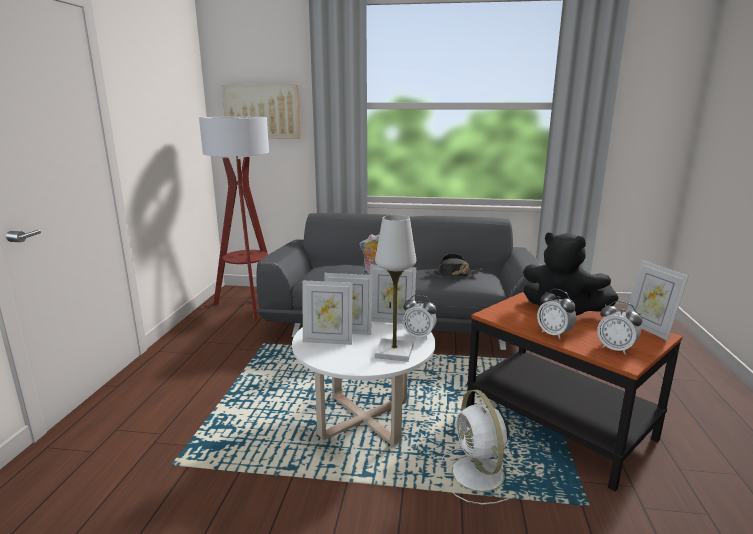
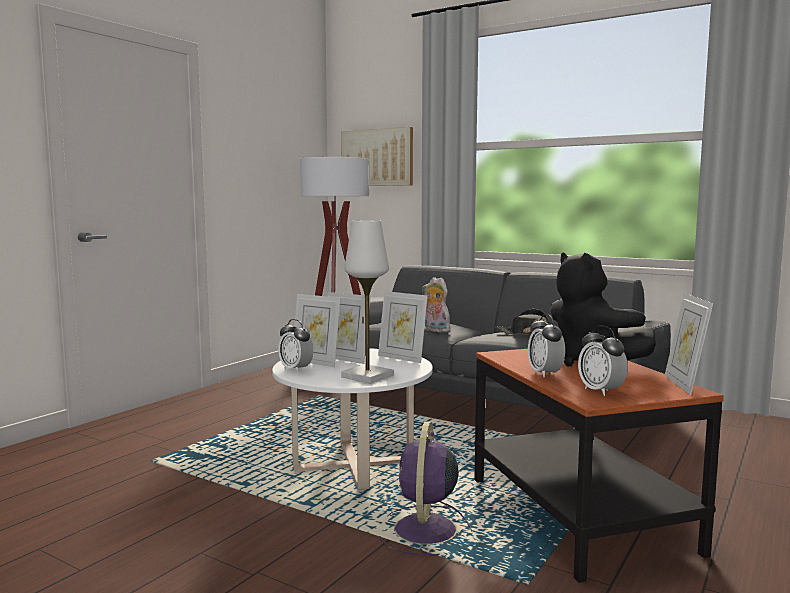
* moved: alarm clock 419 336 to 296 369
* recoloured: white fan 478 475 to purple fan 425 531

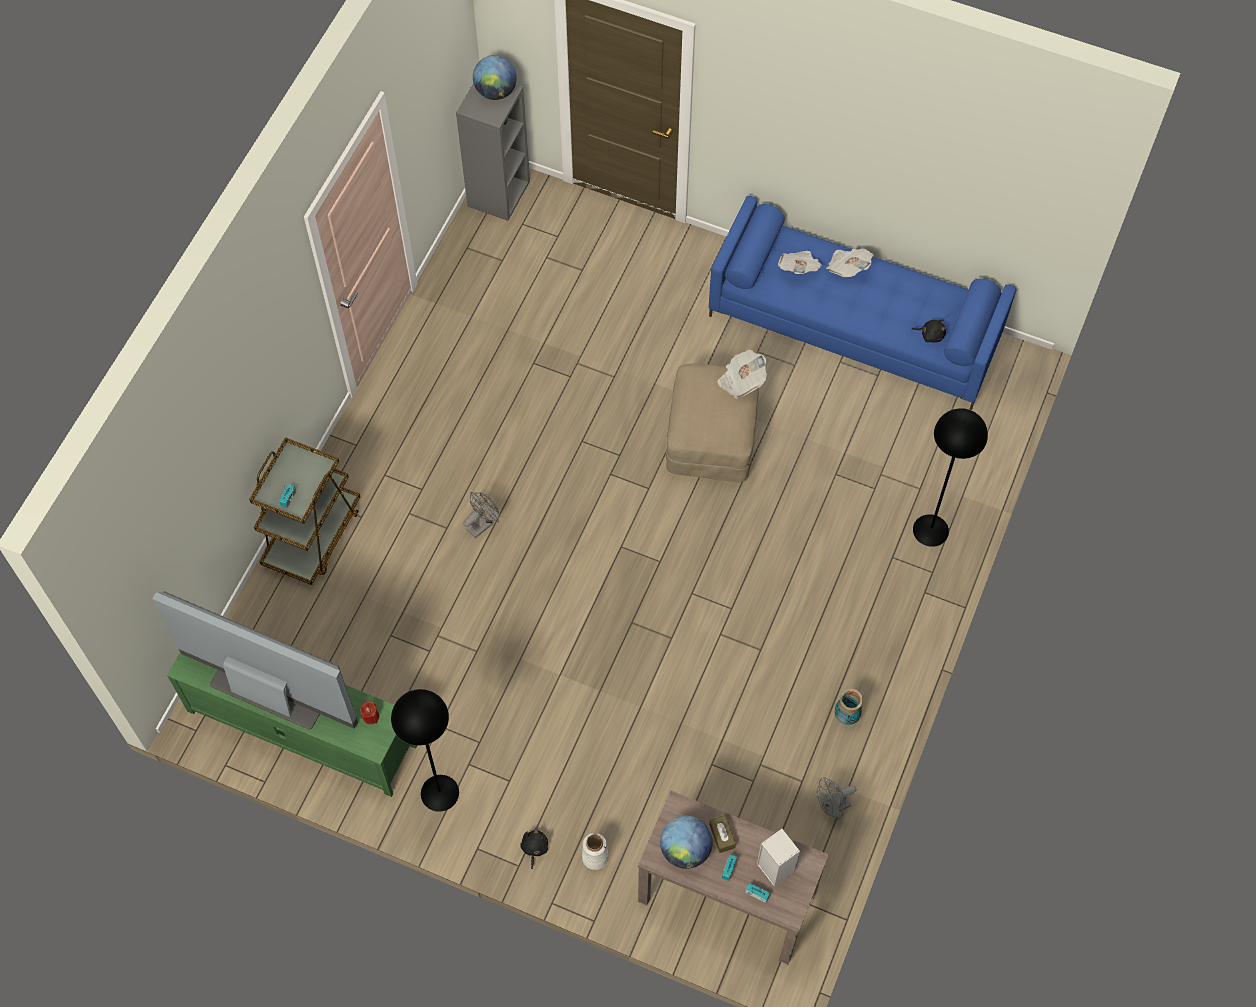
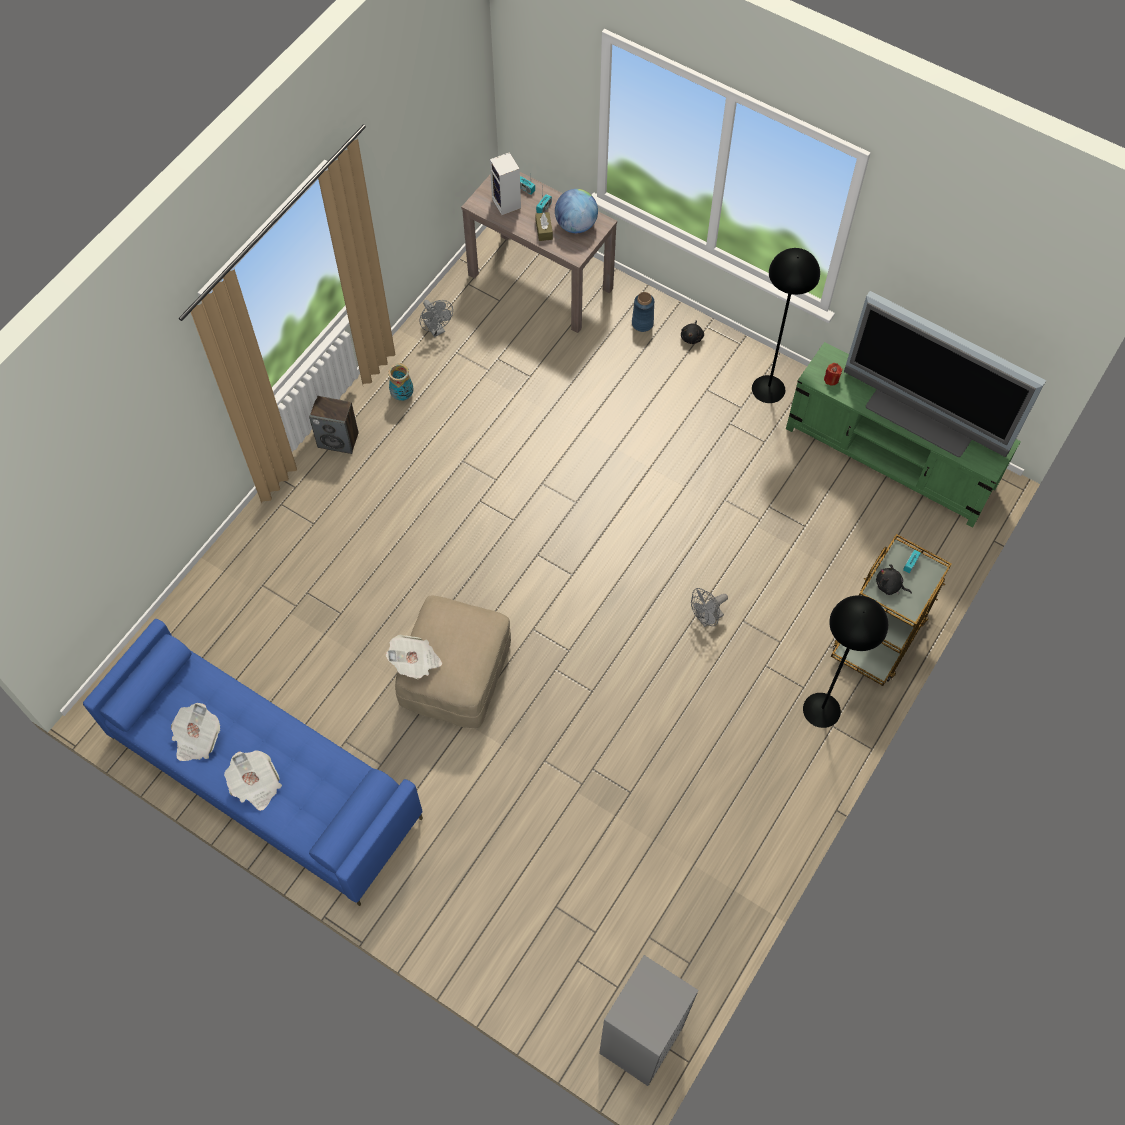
* removed: globe 496 91
* recoloured: white vase 595 857 to blue vase 642 323
* moved: newspaper 799 268 to 196 739
* turned: grey fan 832 807 = 436 330 75 degrees clockwise
* moved: black plush toy 930 335 to 889 586
* moved: black floor lamp 931 530 to 821 709
* added: speaker 338 440

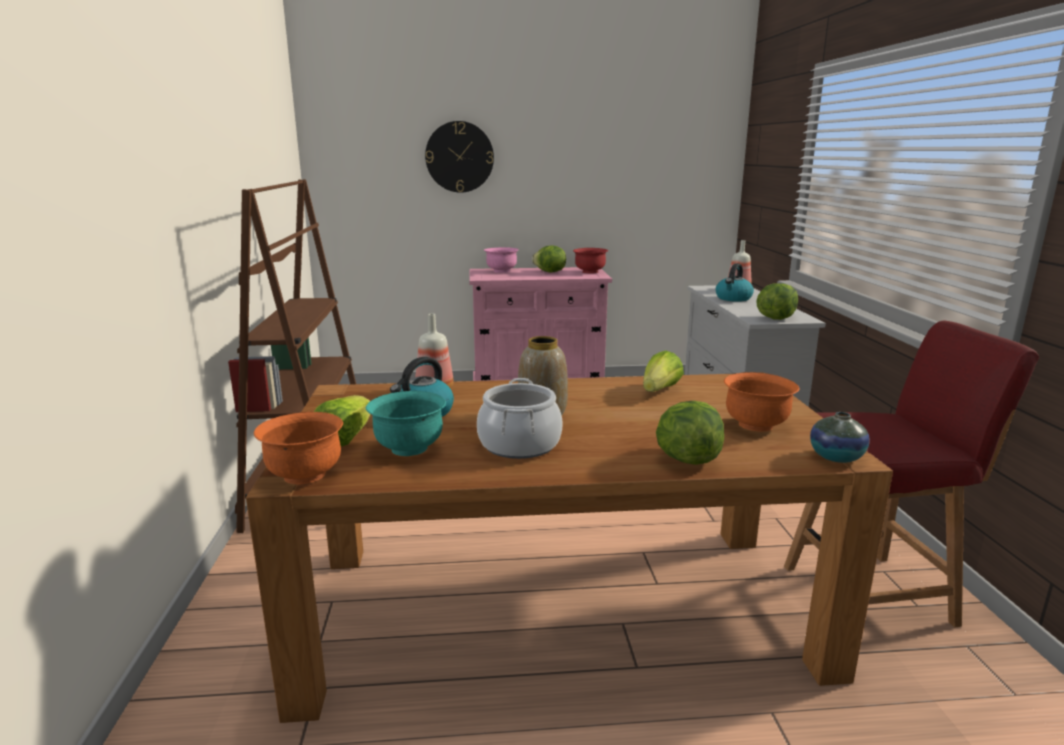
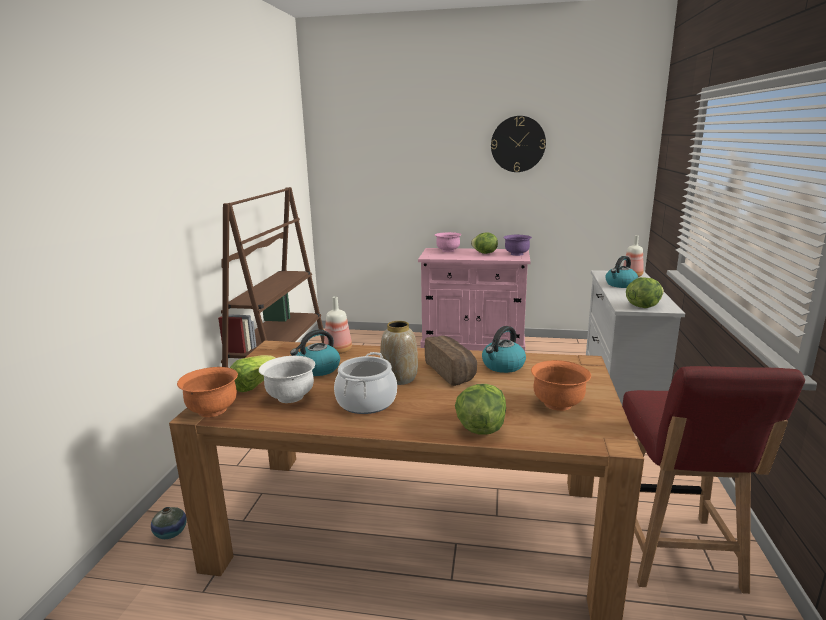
* recoloured: turquoise bowl 409 448 to white bowl 290 397
* moved: wall clock 459 157 to 518 144
* recoloured: red bowl 589 272 to purple bowl 516 254
* replaced: lettuce 660 391 to kettle 503 366
* turned: red chair 871 594 = 675 553 90 degrees clockwise
* moved: vase 836 457 to 170 533
* added: bread 452 372

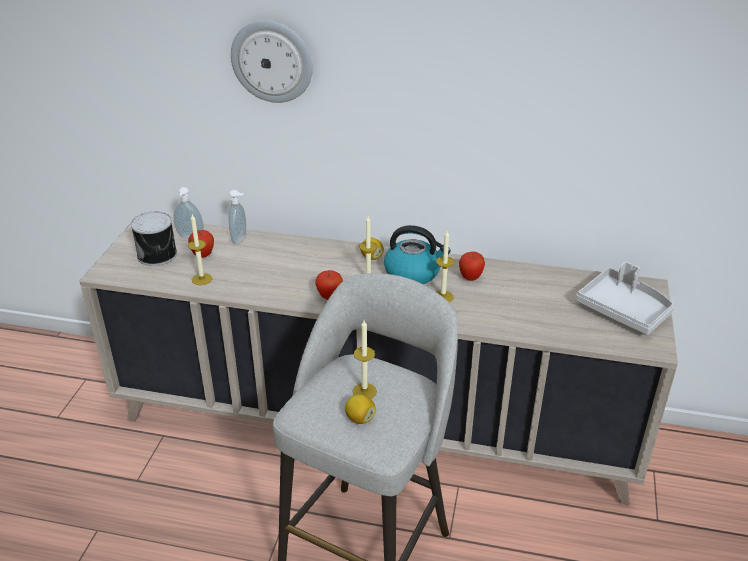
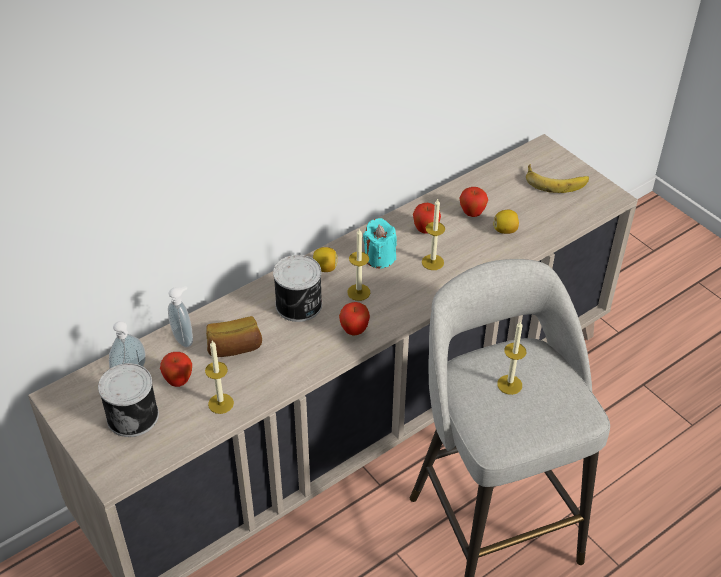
* removed: wall clock 272 61
* moved: lemon 360 418 to 505 230
* replaced: kettle 413 273 to turquoise candle 379 258
* replaced: grey tray 623 310 to banana 555 180
* added: bread 234 348
* added: can 299 305
* added: apple 472 214

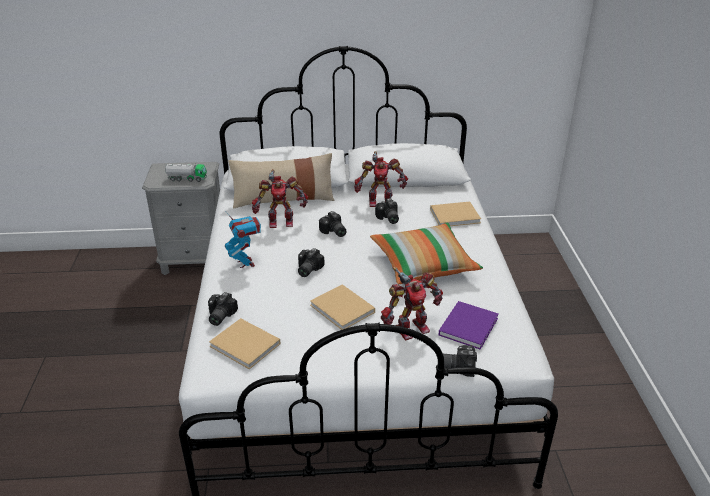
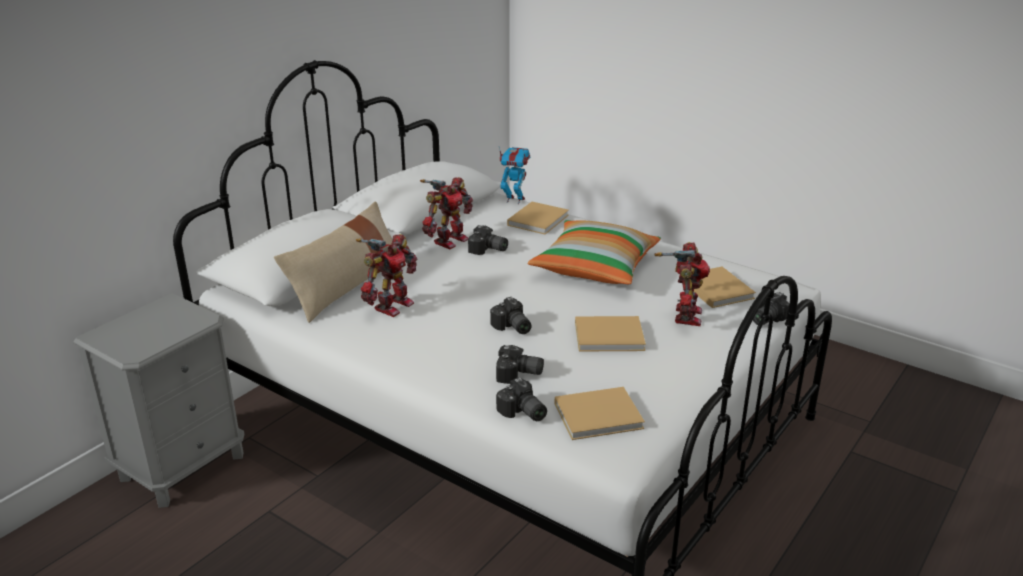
* removed: toy truck 186 179
* moved: toy robot 246 263 to 514 200
* moved: photo camera 333 232 to 519 375
* recoloured: purple book 469 325 to beige book 715 288

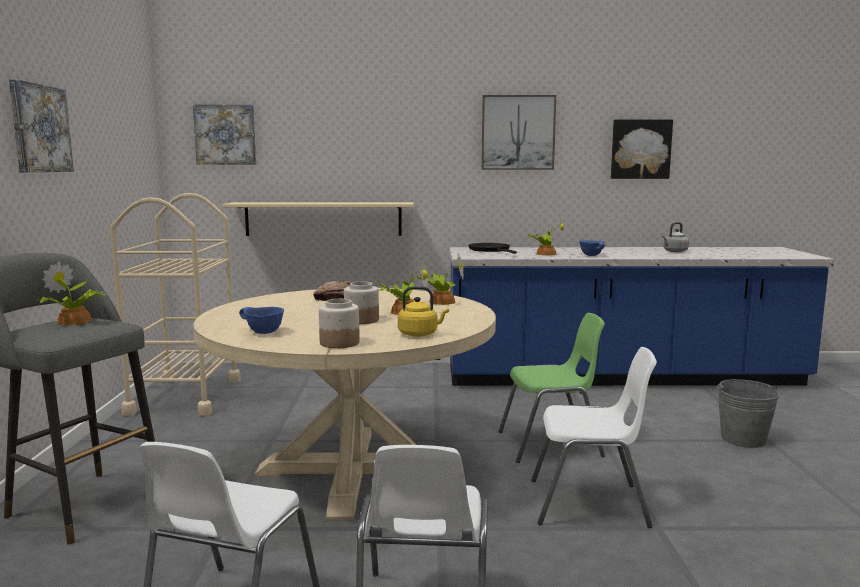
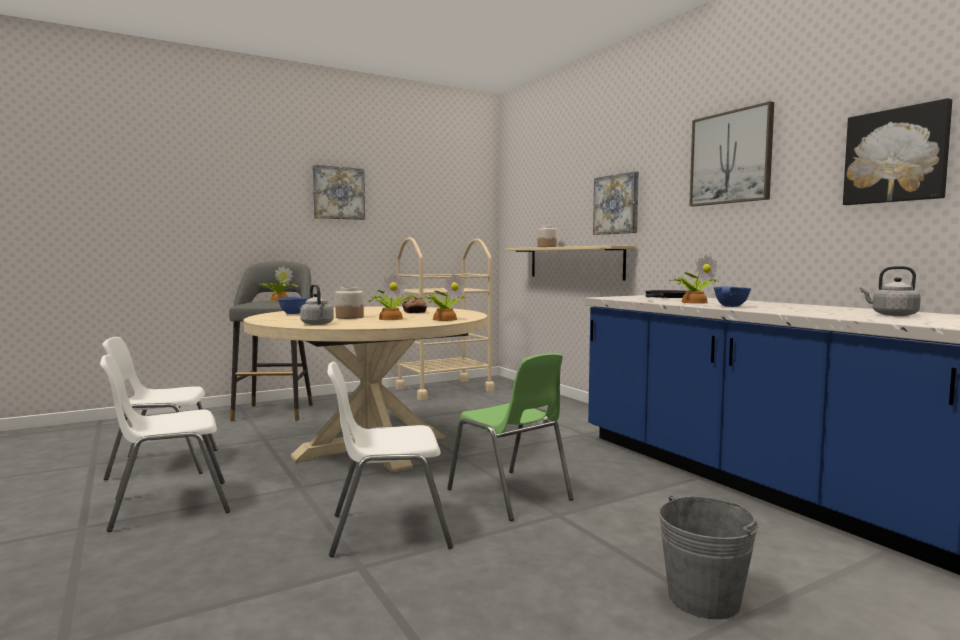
* moved: picture 225 135 to 616 204
* moved: jar 339 343 to 546 247
* recoloured: yellow kettle 420 334 to grey kettle 318 324
* turned: white chair 590 504 = 387 530 105 degrees clockwise

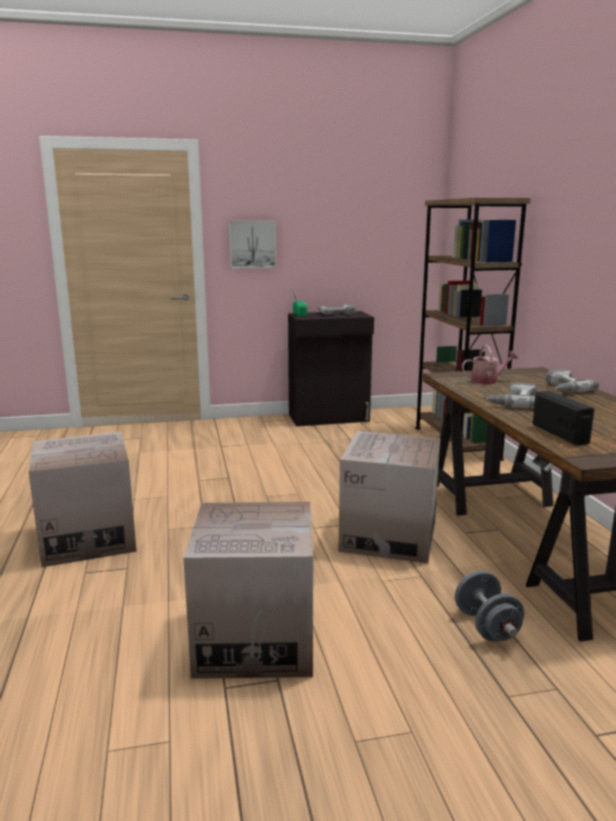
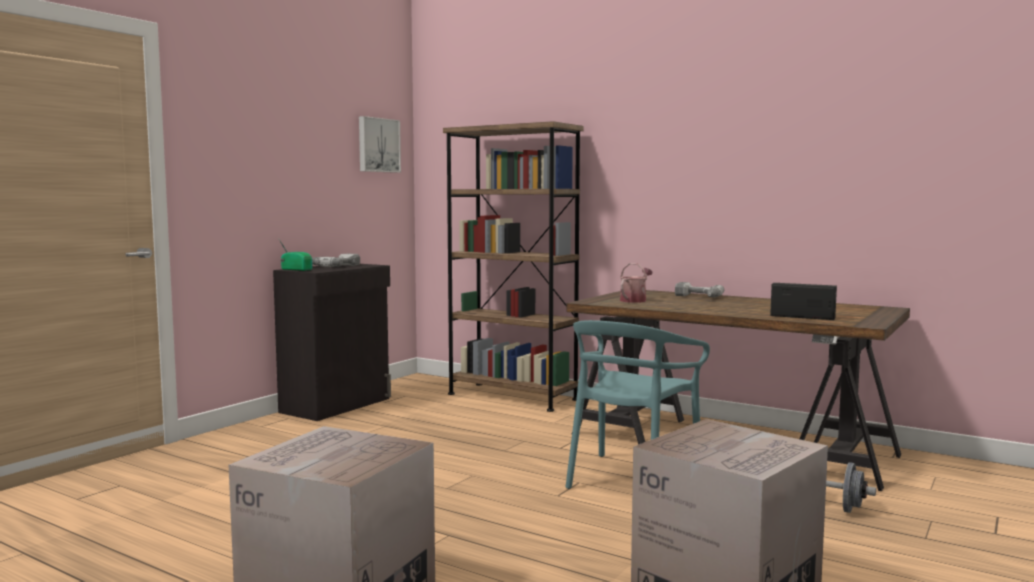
* moved: picture 252 244 to 378 145
* replaced: cardboard box 388 536 to turquoise chair 631 478
* removed: power drill 513 402

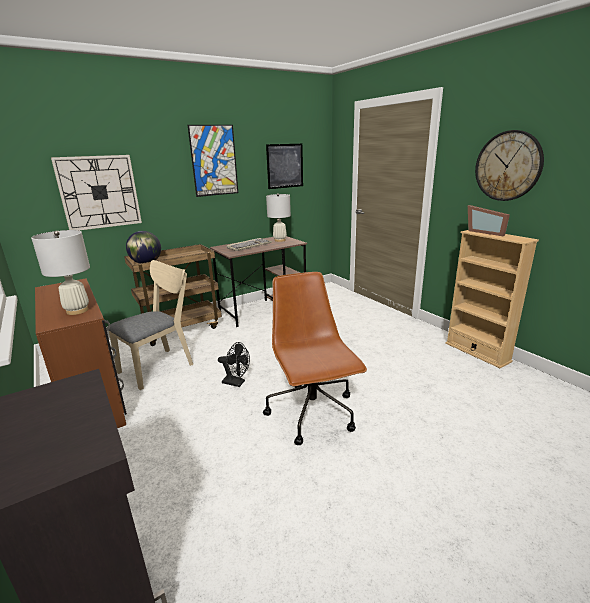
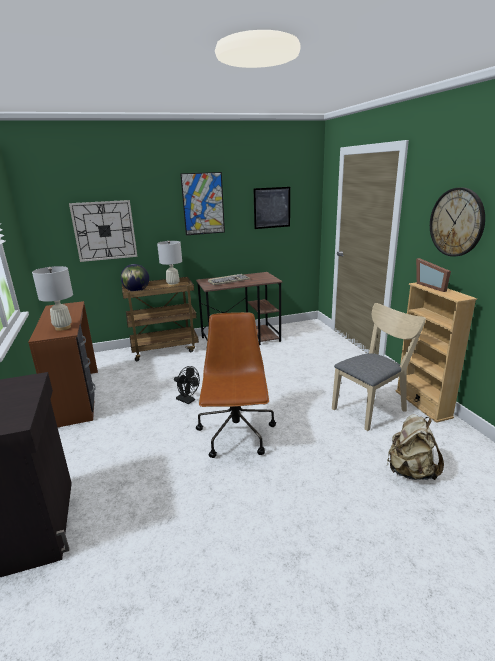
* moved: beige chair 161 366 to 372 407
* moved: white table lamp 280 240 to 173 285
* added: beige backpack 410 471

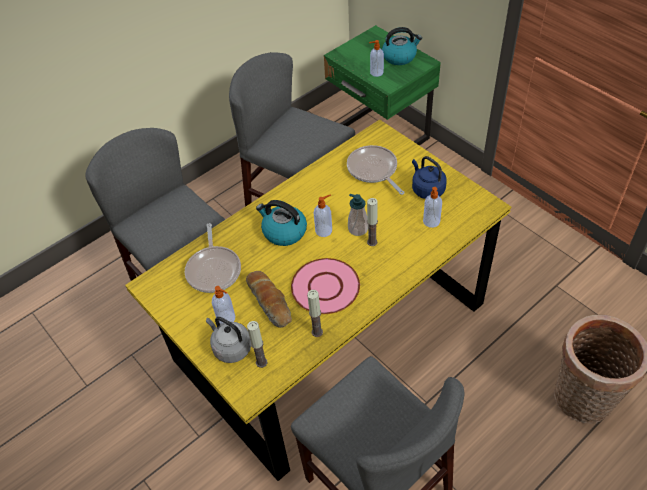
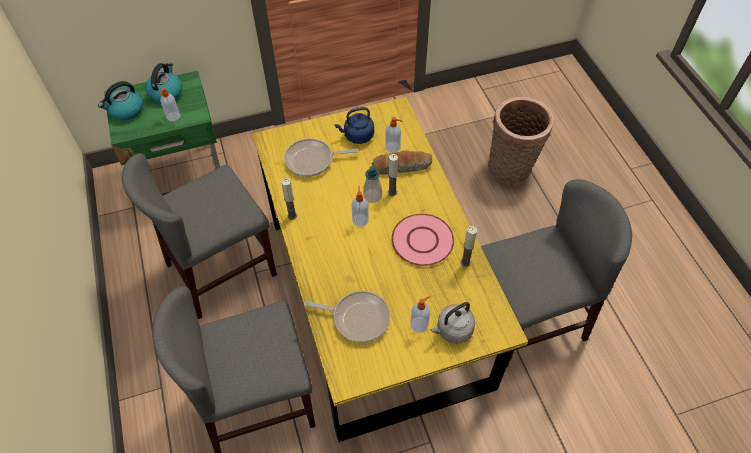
* moved: bread 270 303 to 401 166
* moved: candle 261 362 to 292 216
* moved: kettle 284 232 to 126 110

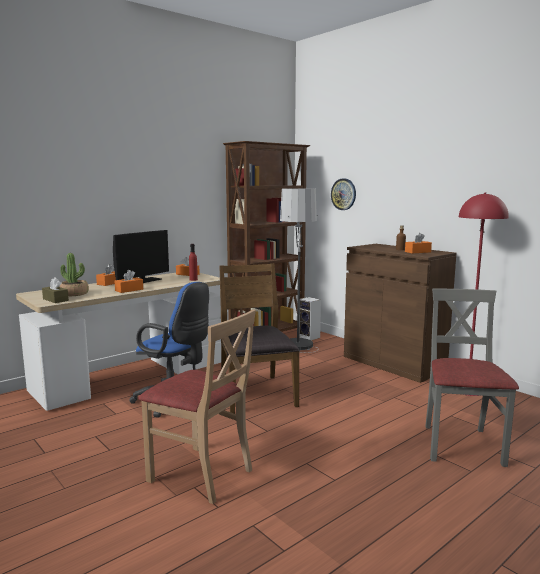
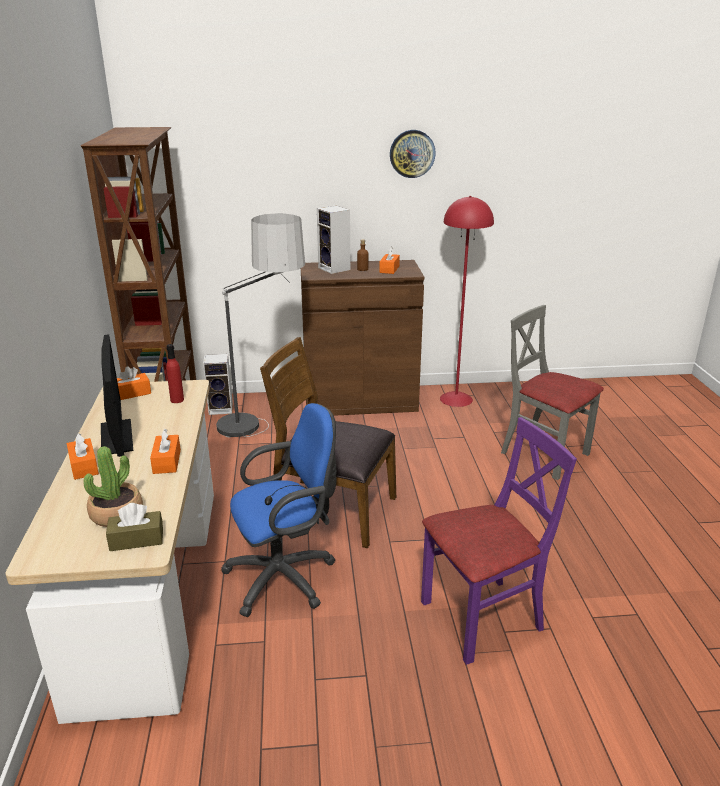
* recoloured: beige chair 201 474 to purple chair 482 617
* moved: wall clock 343 194 to 412 154
* added: speaker 335 269

